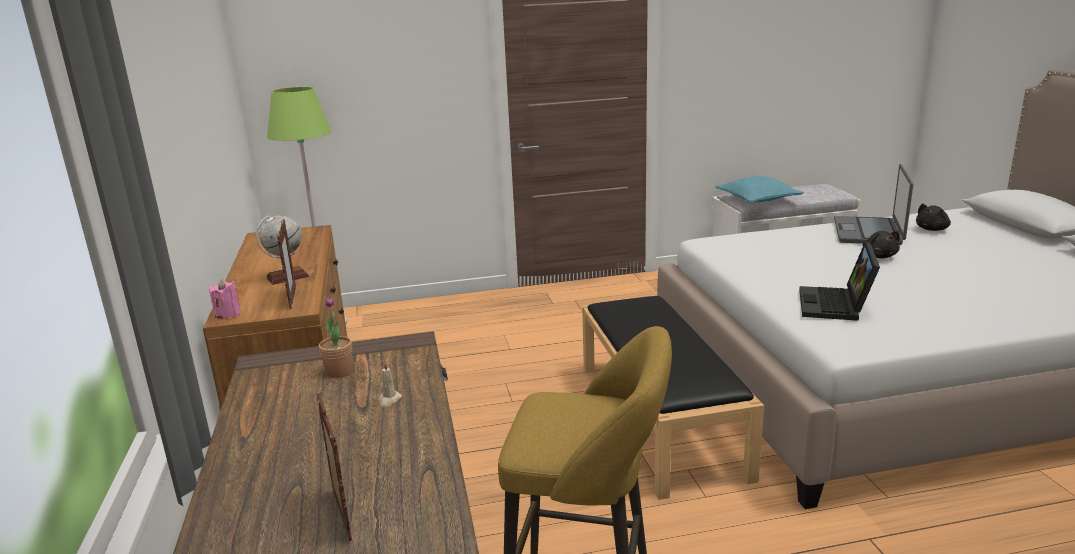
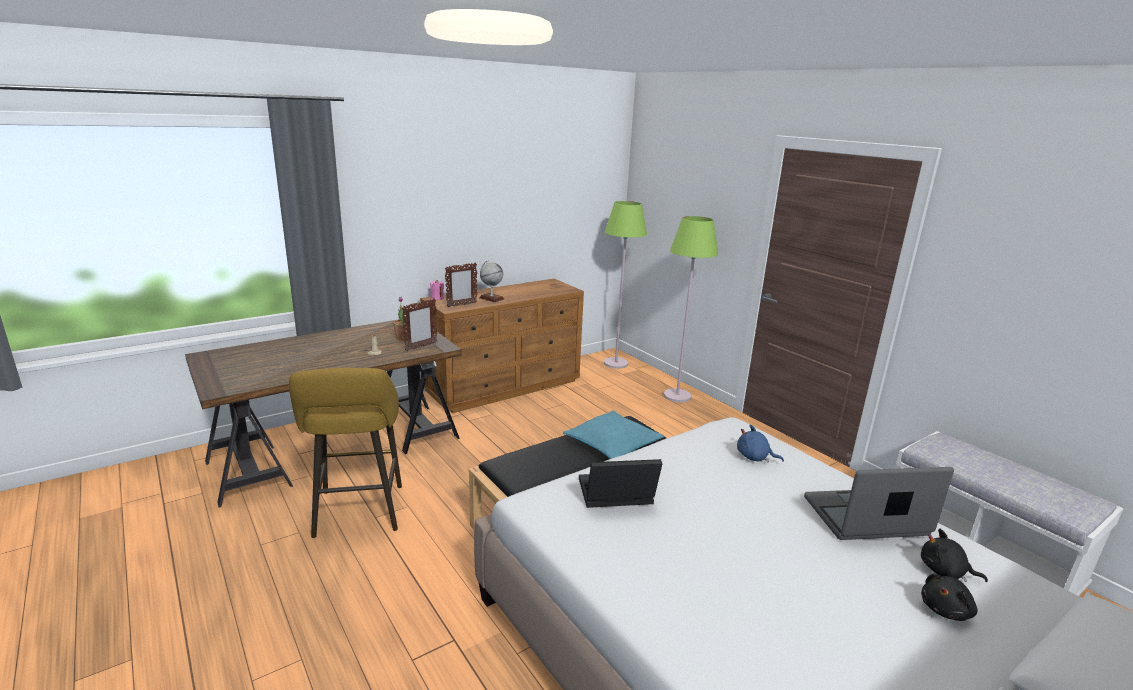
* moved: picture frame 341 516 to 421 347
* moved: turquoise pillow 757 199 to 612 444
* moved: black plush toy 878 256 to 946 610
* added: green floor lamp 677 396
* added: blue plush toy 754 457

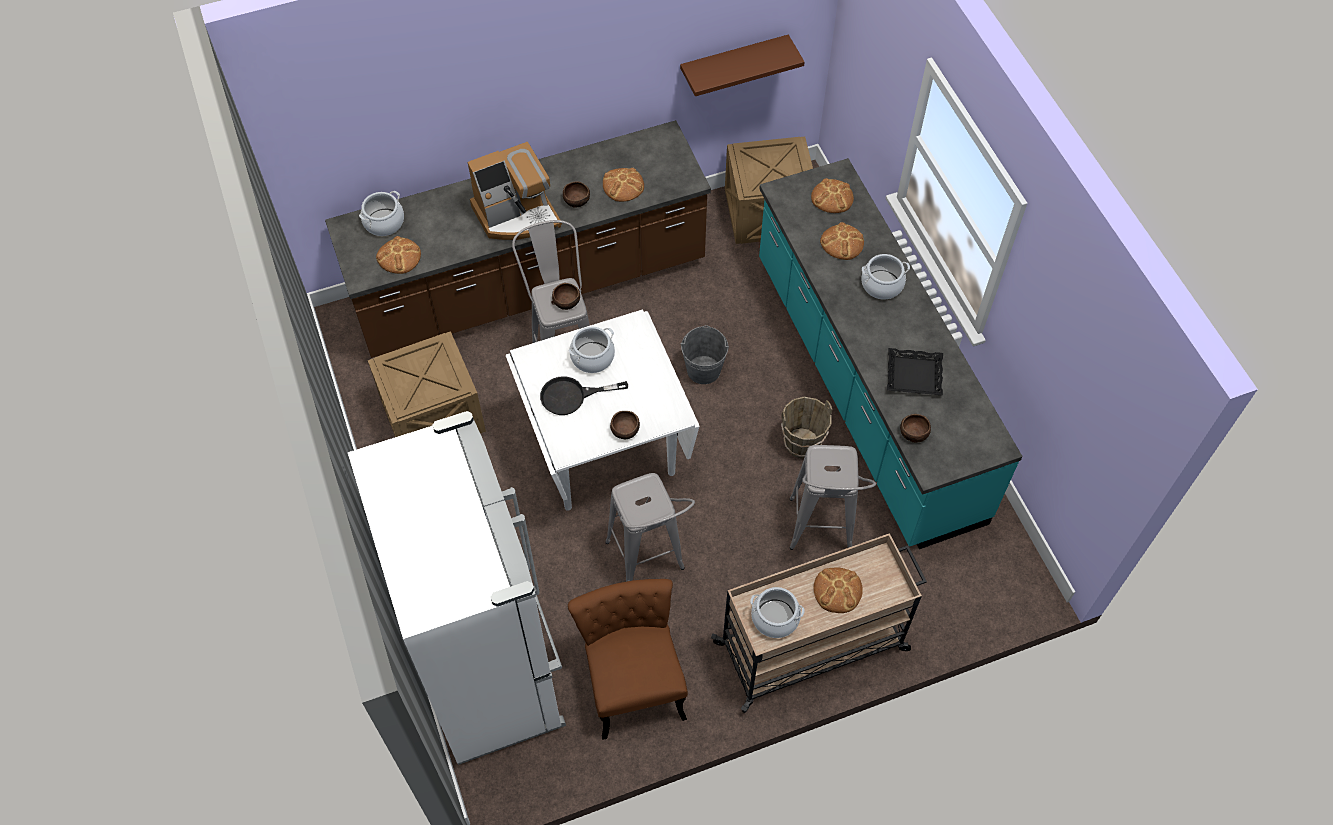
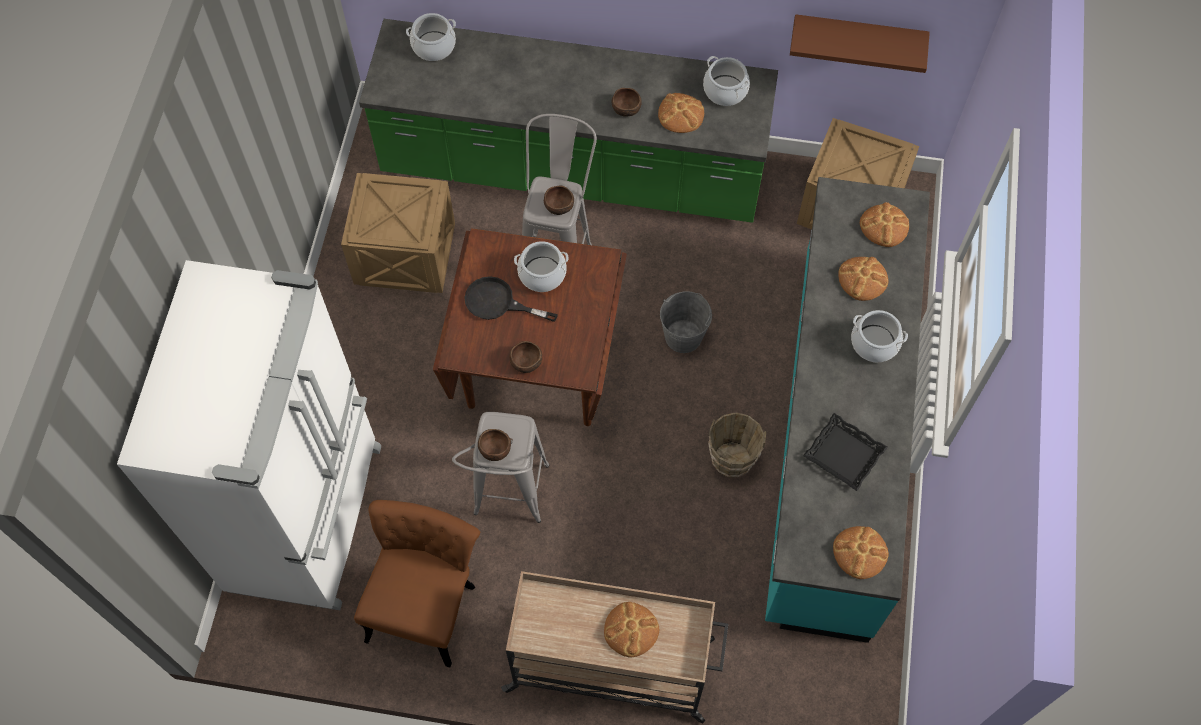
* recoloured: brown counter 531 285 to green counter 572 170
* moved: bread 399 257 to 860 552
* removed: coffee machine 517 215
* recoloured: white dining table 606 456 to brown dining table 537 374
* moved: cooking pot 775 618 to 725 90
* removed: grey stool 820 536
* moved: brown bowl 913 432 to 494 448

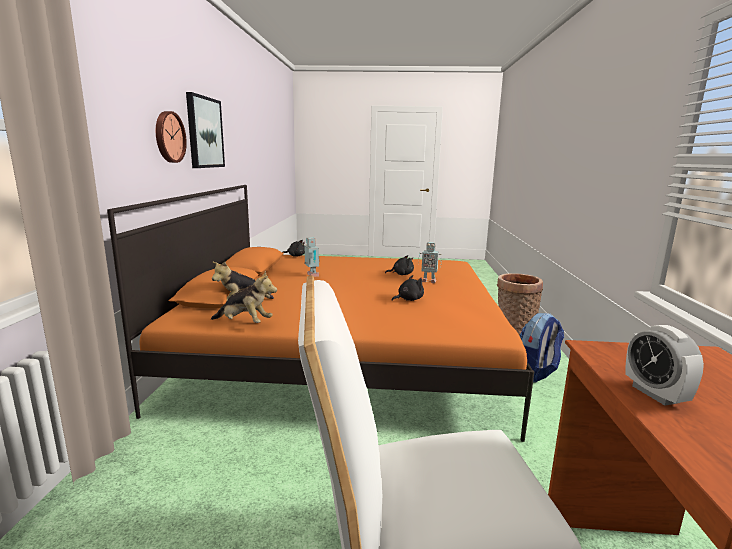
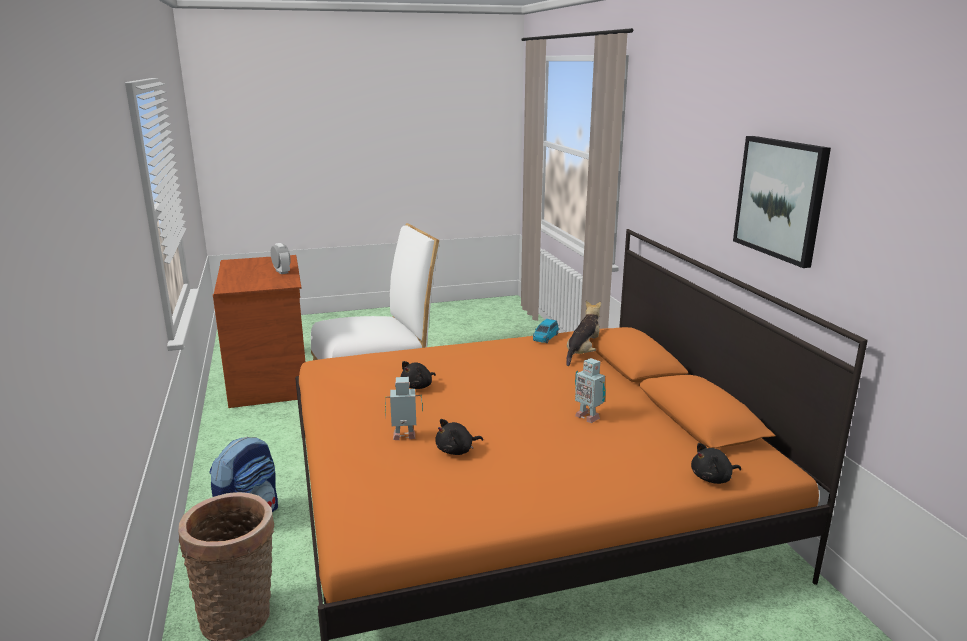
* removed: wall clock 168 137
* replaced: plush toy 245 323 to blue toy car 545 338

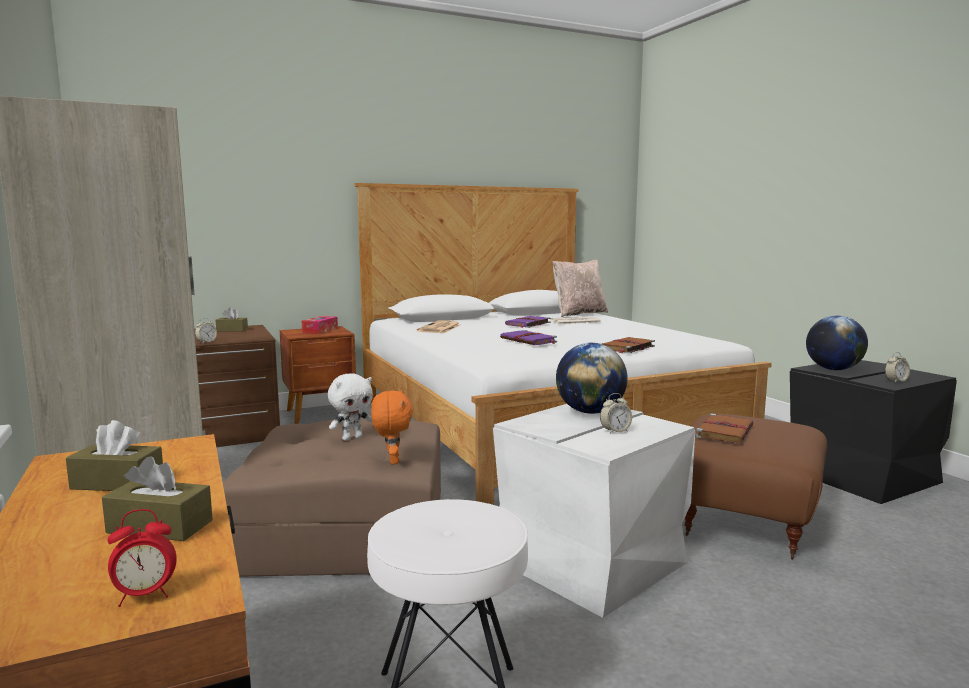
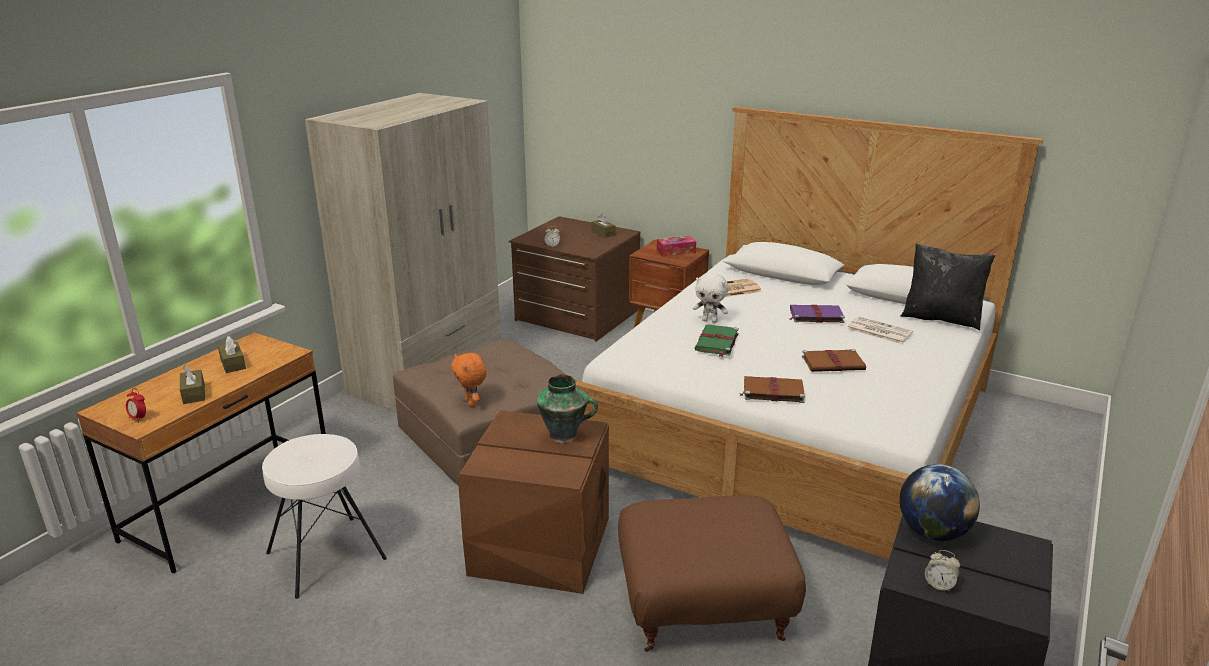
* moved: white plush toy 352 438 to 710 320
* turned: orange plush toy 392 461 = 471 403 105 degrees clockwise
* recoloured: white storage box 592 560 to brown storage box 541 547
* recoloured: purple book 529 340 to green book 716 342
* recoloured: beige pillow 578 313 to black pillow 941 318
* replaced: globe 590 412 to vase 564 436
* removed: alarm clock 615 431
* moved: brown book 725 431 to 834 363

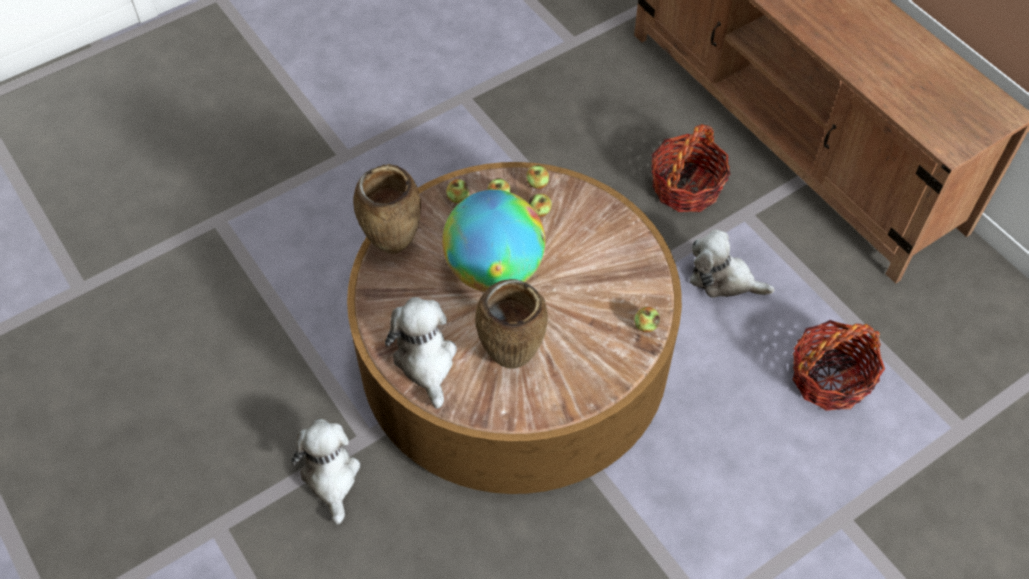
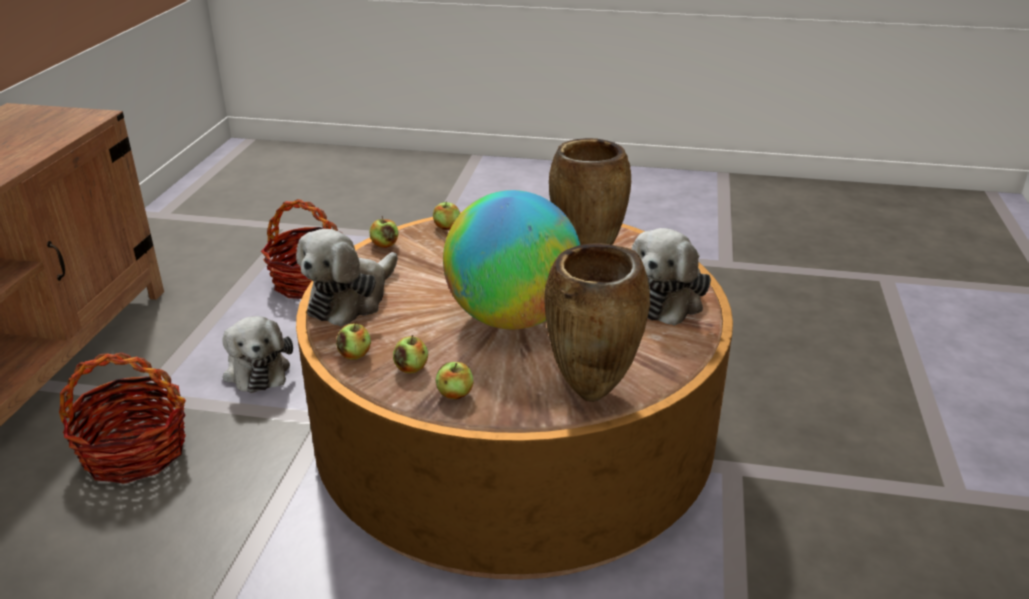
* moved: plush toy 330 476 to 351 299
* moved: apple 539 212 to 385 244

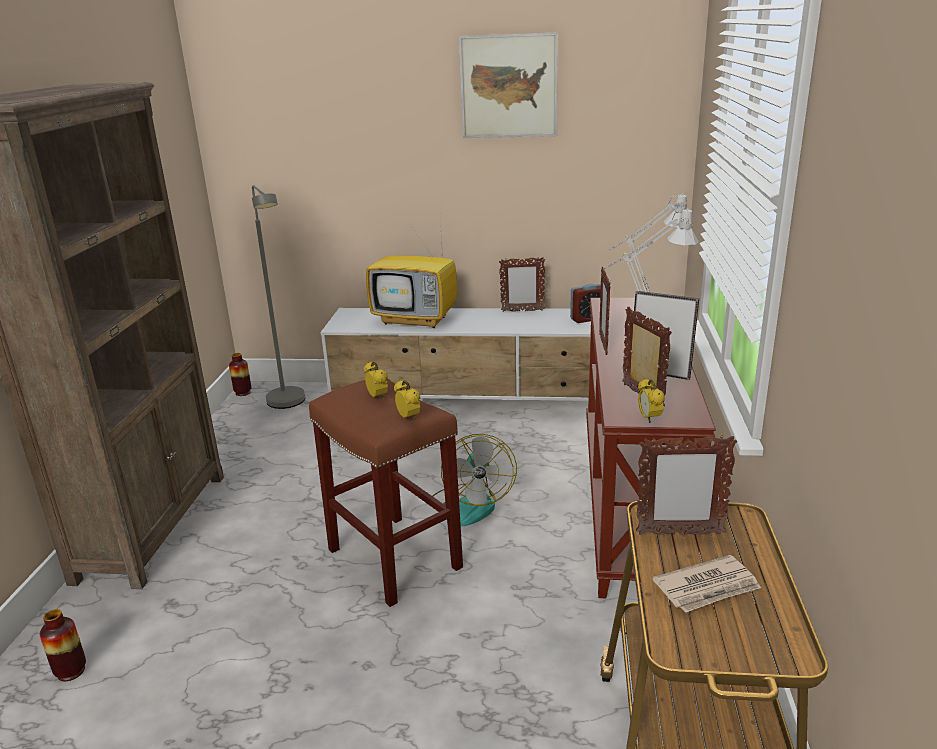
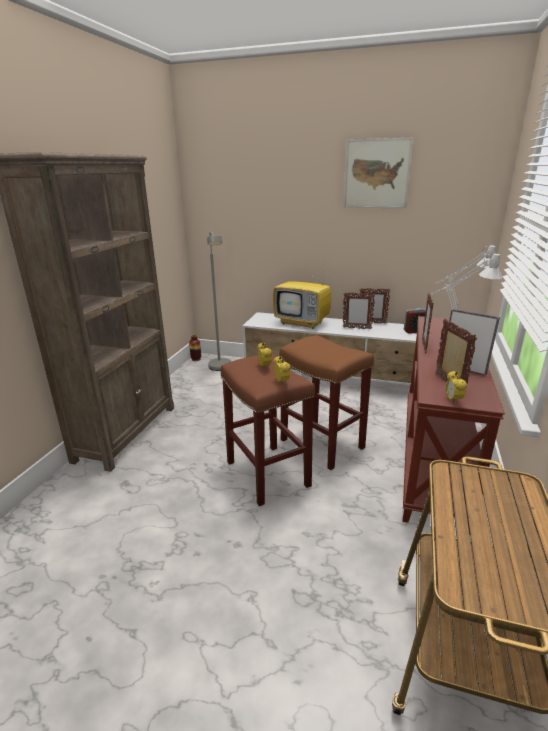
* removed: vase 71 671
* replaced: fan 471 504 to brown stool 323 444
* moved: picture frame 679 533 to 356 328
* removed: newspaper 708 587

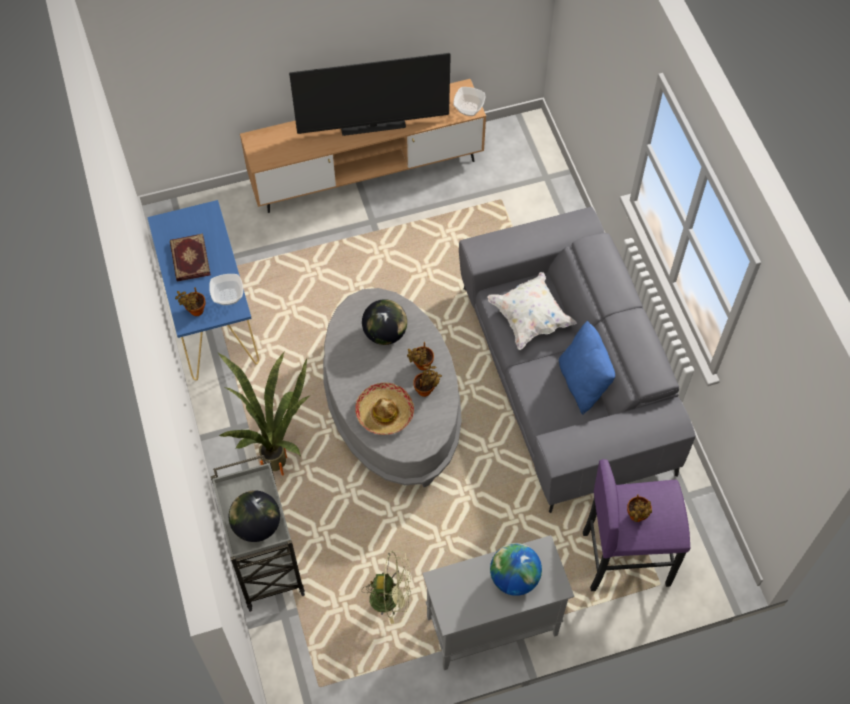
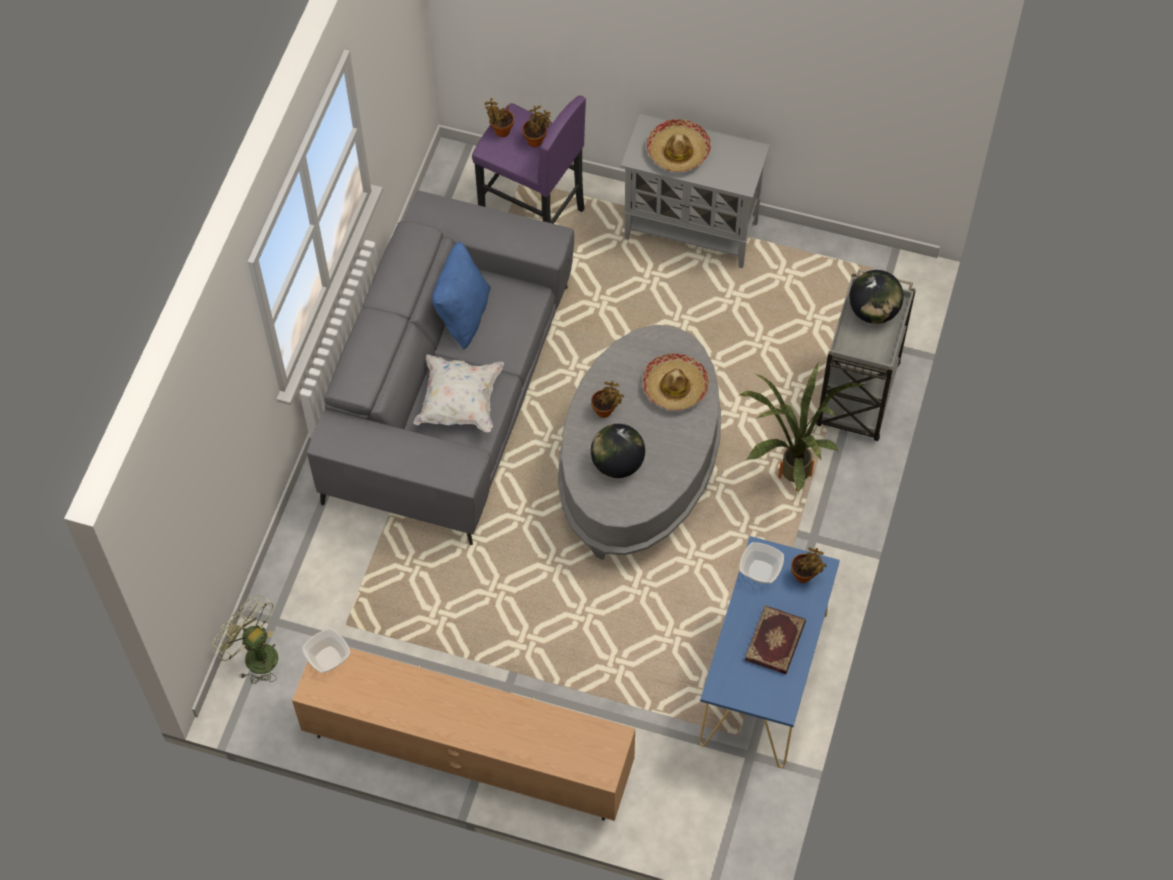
* removed: television 373 127
* moved: green fan 391 598 to 254 655
* moved: potted plant 426 390 to 500 130
* replaced: globe 514 578 to hat 678 151

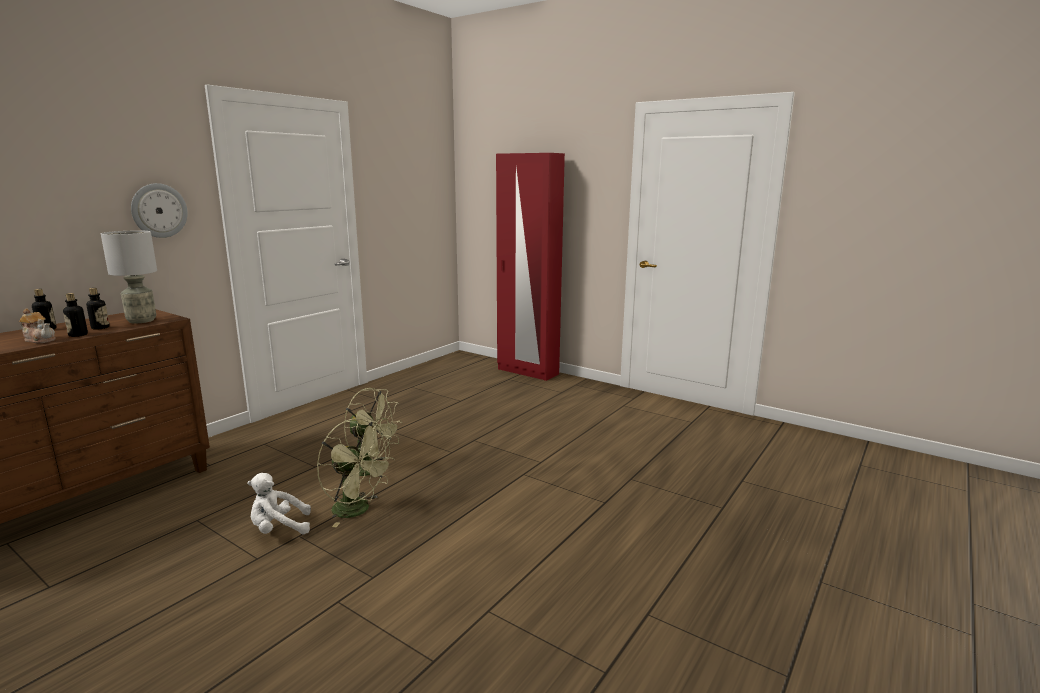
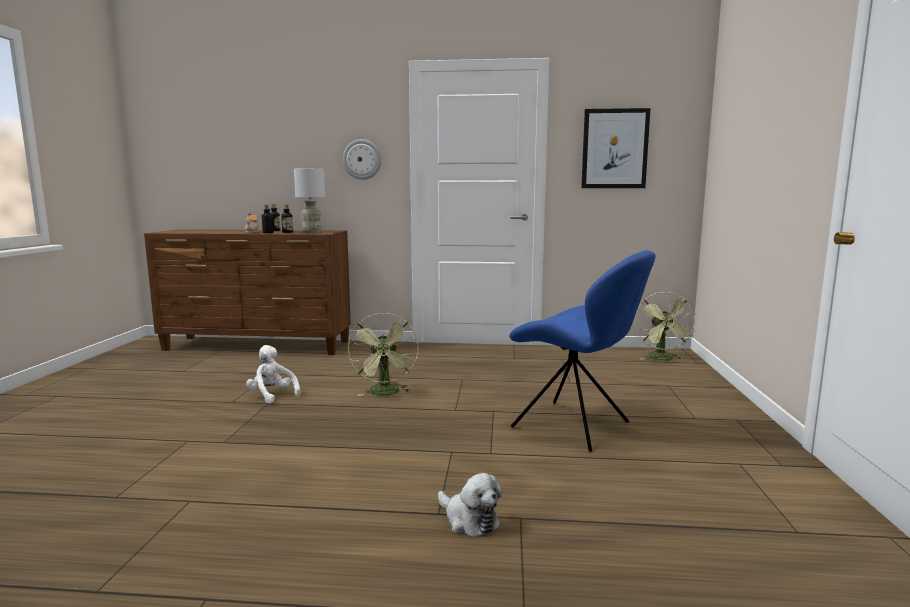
* moved: green fan 358 511 to 662 359
* removed: red wardrobe 527 372
* added: plush toy 469 520
* added: blue chair 574 426
* added: picture 614 149

